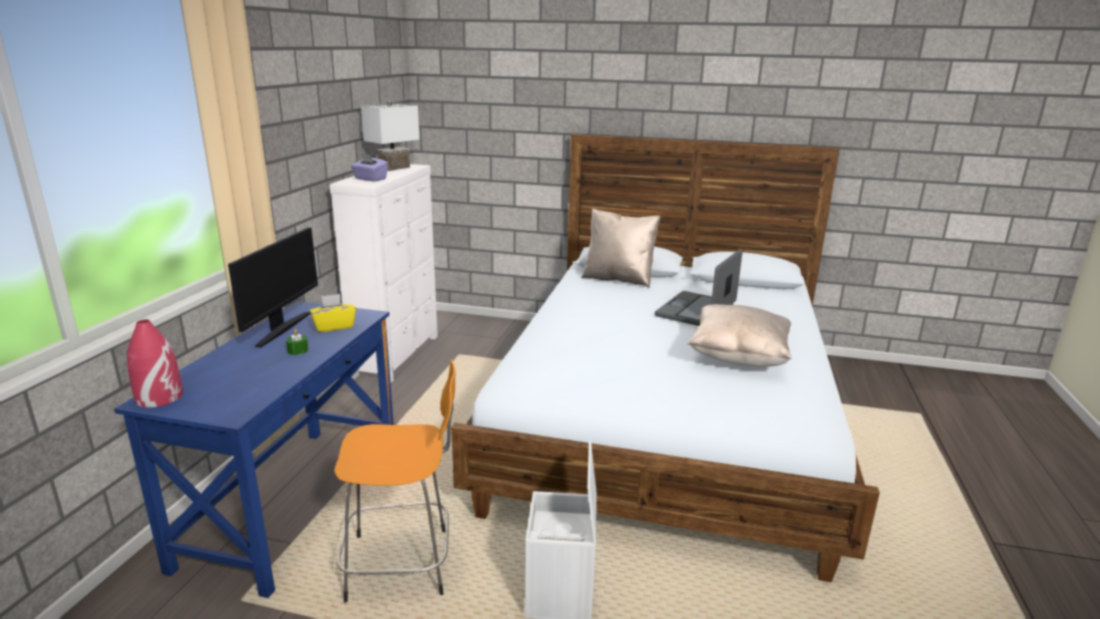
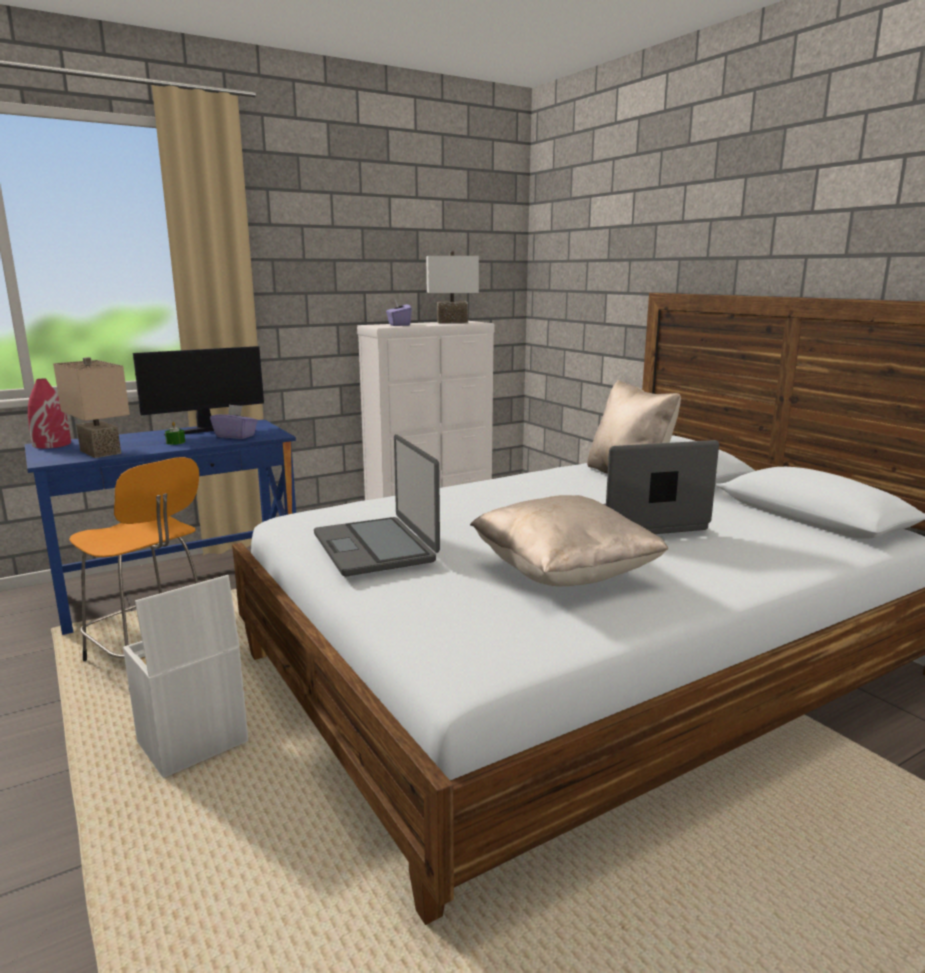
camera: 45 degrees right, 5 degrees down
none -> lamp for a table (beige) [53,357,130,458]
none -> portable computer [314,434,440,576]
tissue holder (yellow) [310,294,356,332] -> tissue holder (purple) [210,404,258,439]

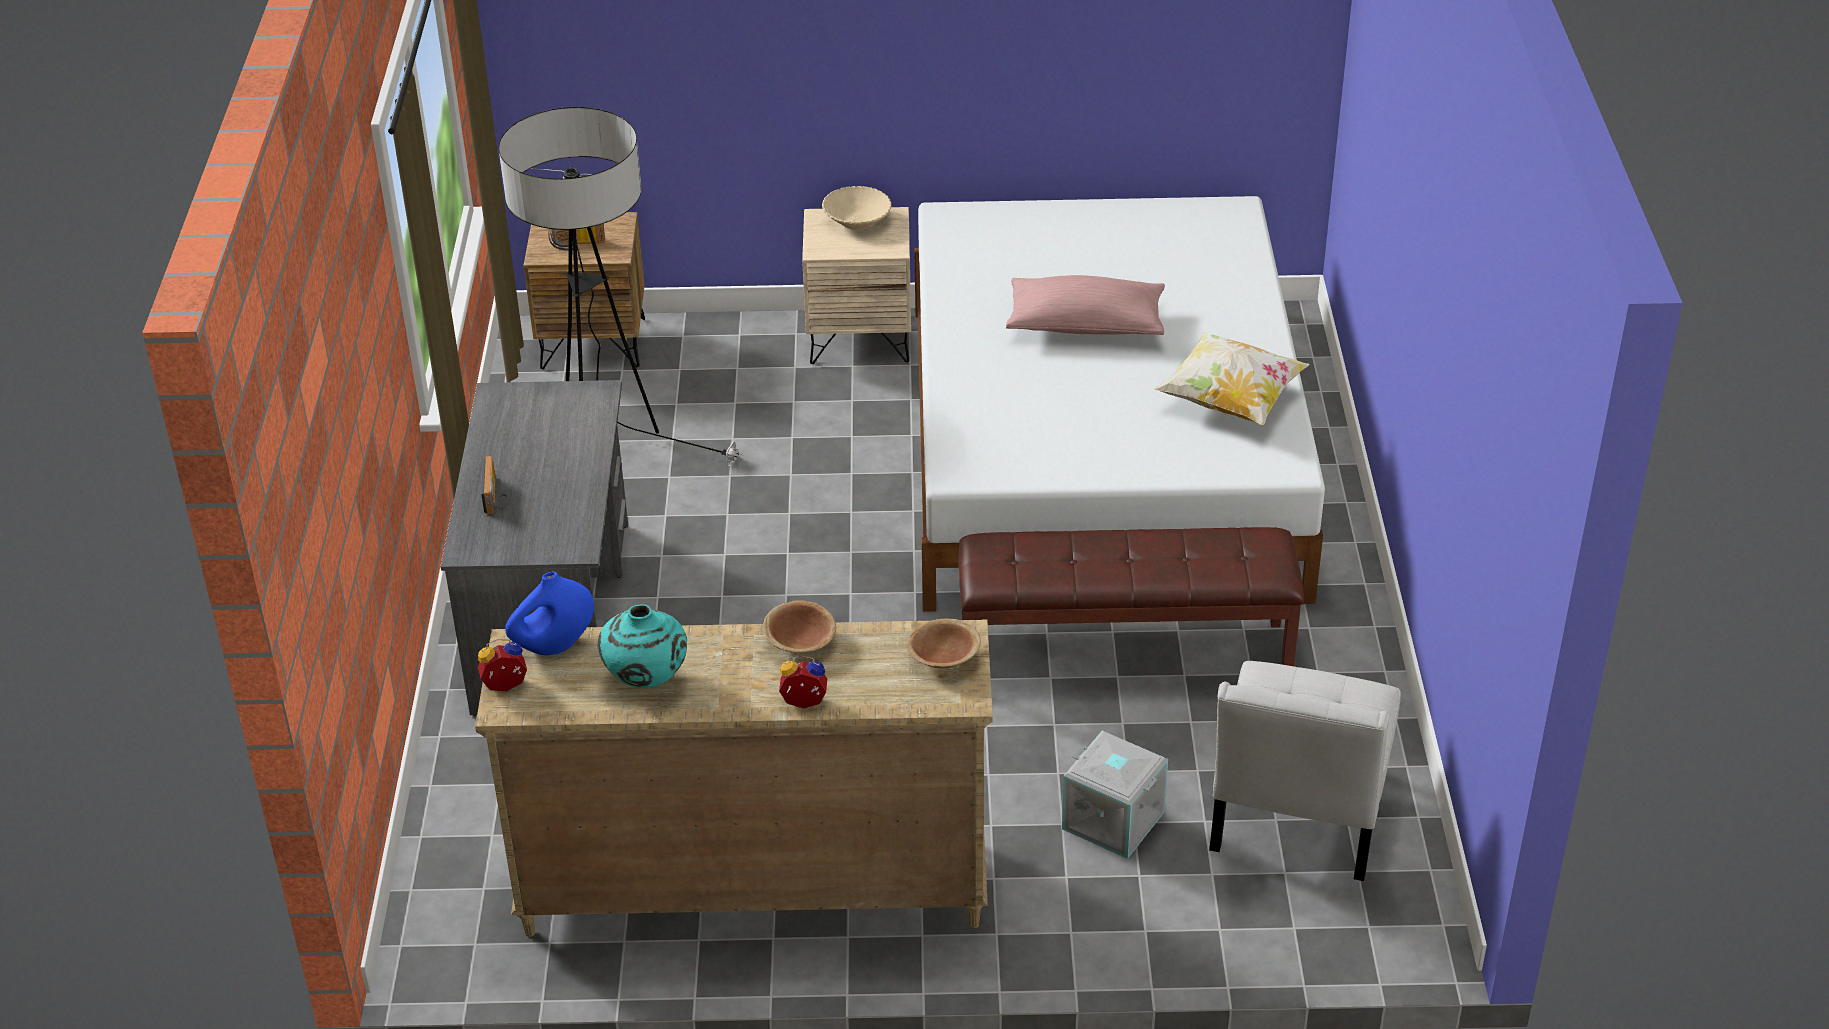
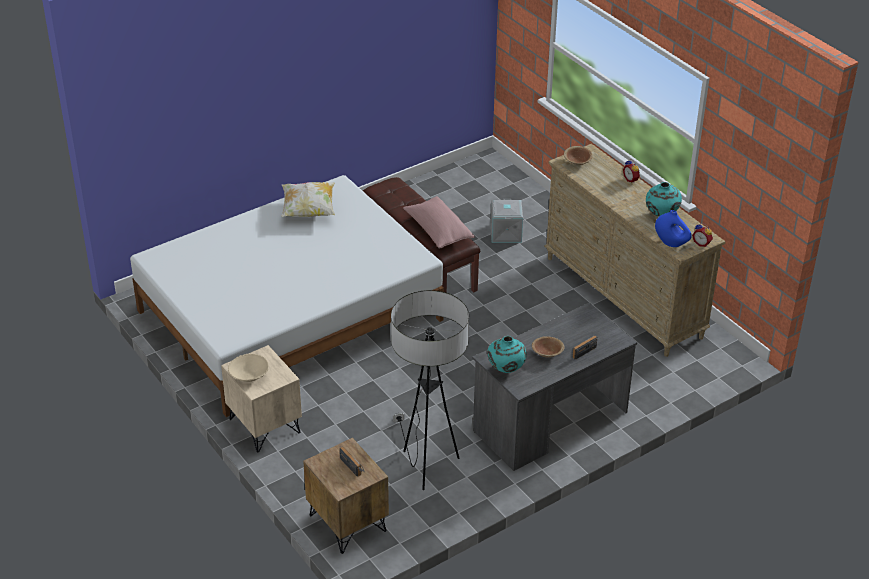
camera: 125 degrees left, 0 degrees up
upright chair (white-coloured) [1209,661,1401,881] -> none
none -> decorative vase (turquoise-coloured) [487,336,527,373]
serving bowl (brown-coloured) [763,600,836,653] -> serving bowl (brown-coloured) [532,336,565,357], move
throw pillow (pink) [1006,275,1165,335] -> throw pillow (pink) [403,196,475,249], move

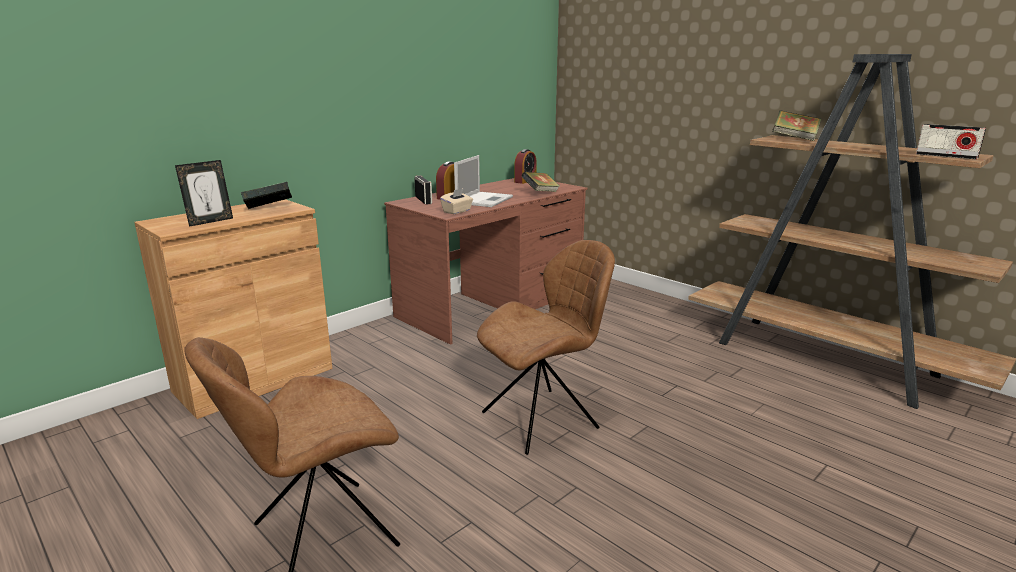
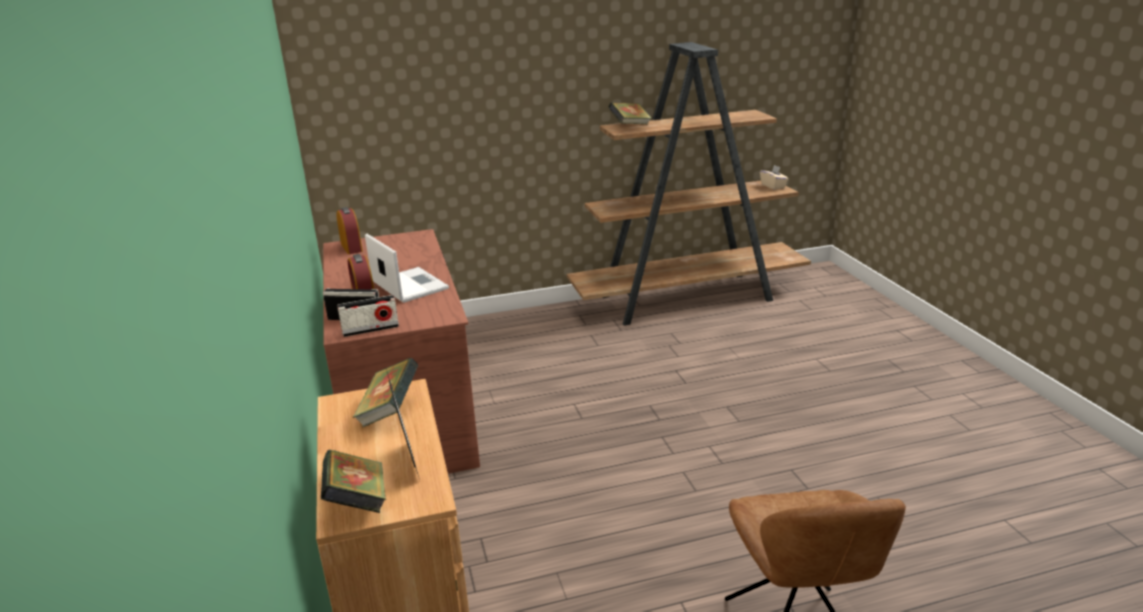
camera: 60 degrees left, 5 degrees up
upright chair (brown-coloured) [477,240,615,455] -> none
tissue holder (beige) [440,188,473,214] -> tissue holder (beige) [760,165,788,190], move
book [521,172,560,192] -> book [321,450,386,513], move
radio [916,124,986,159] -> radio [337,295,399,337], move

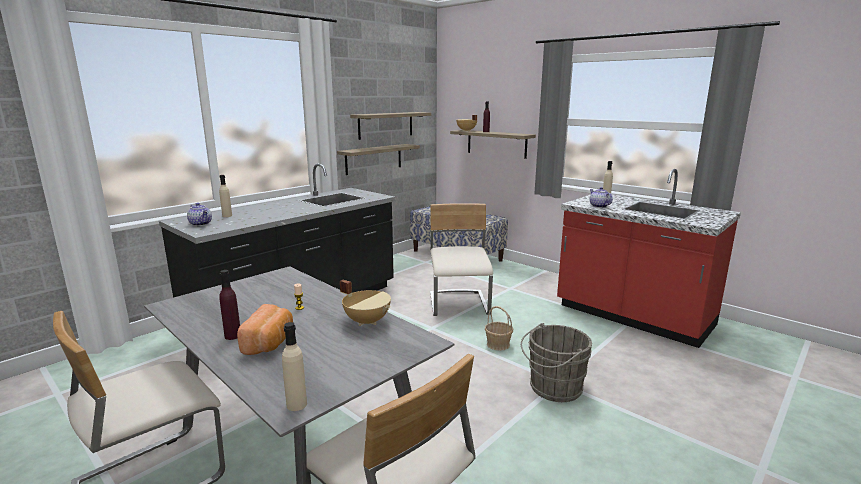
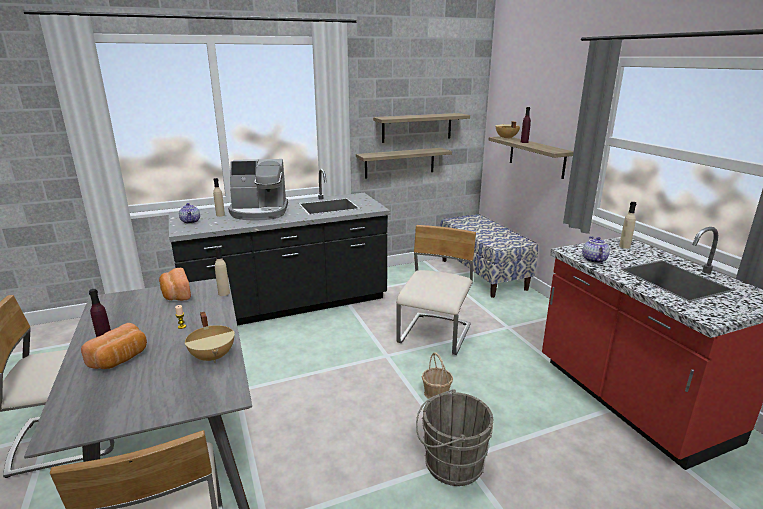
camera: 25 degrees right, 5 degrees up
none -> bakery bread [159,268,191,301]
none -> coffee brewer [228,159,288,221]
beverage bottle (beige) [282,322,307,411] -> beverage bottle (beige) [215,246,230,296], move

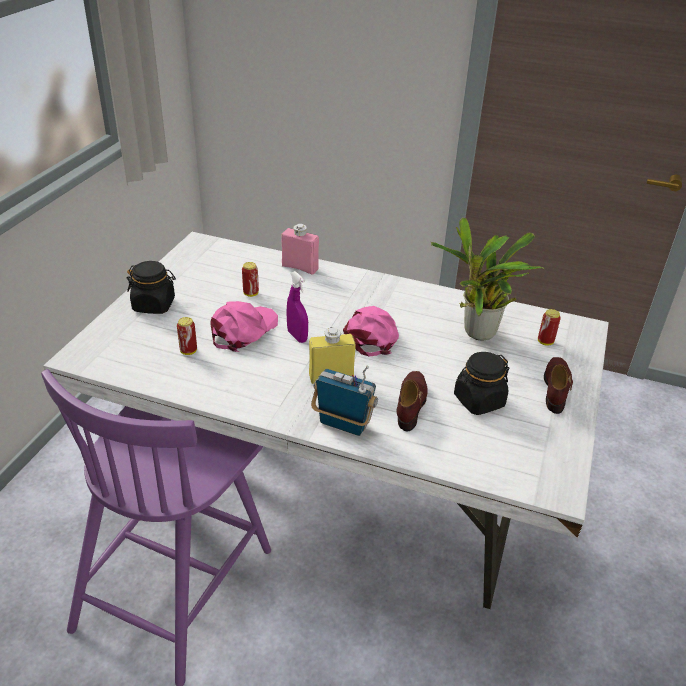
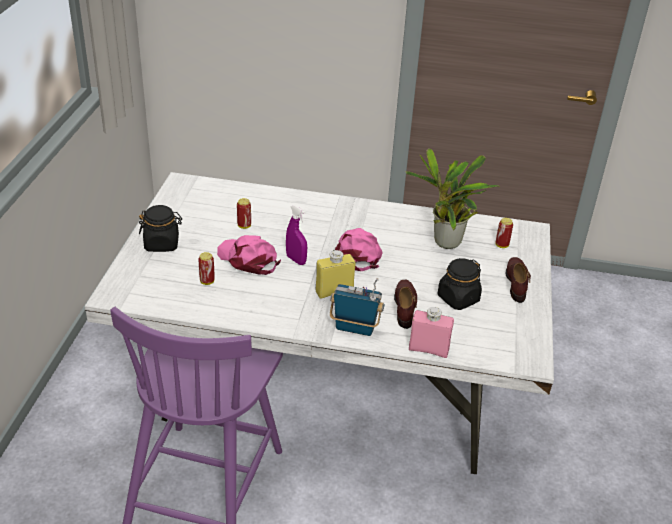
camera: 10 degrees left, 0 degrees up
beverage bottle (pink) [281,224,319,275] -> beverage bottle (pink) [409,307,454,358], move
peaked cap (pink) [210,301,278,352] -> peaked cap (pink) [217,235,281,275], 75 degrees counterclockwise

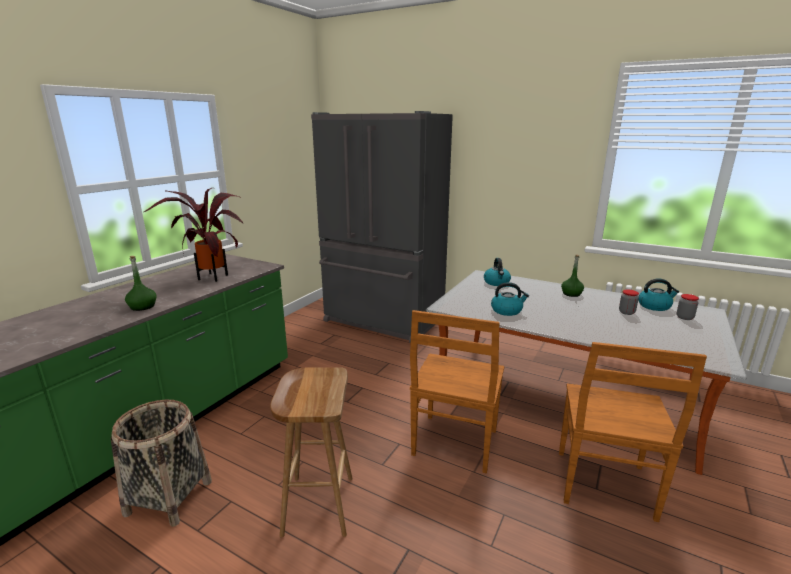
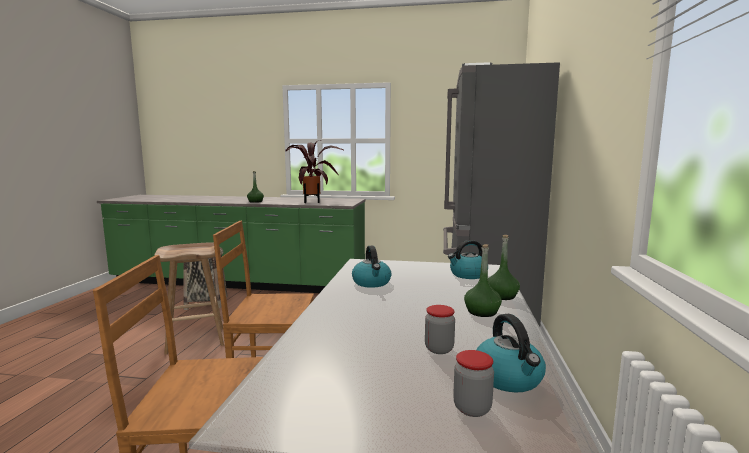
camera: 70 degrees right, 10 degrees down
none -> beverage bottle (green-coloured) [488,235,520,300]

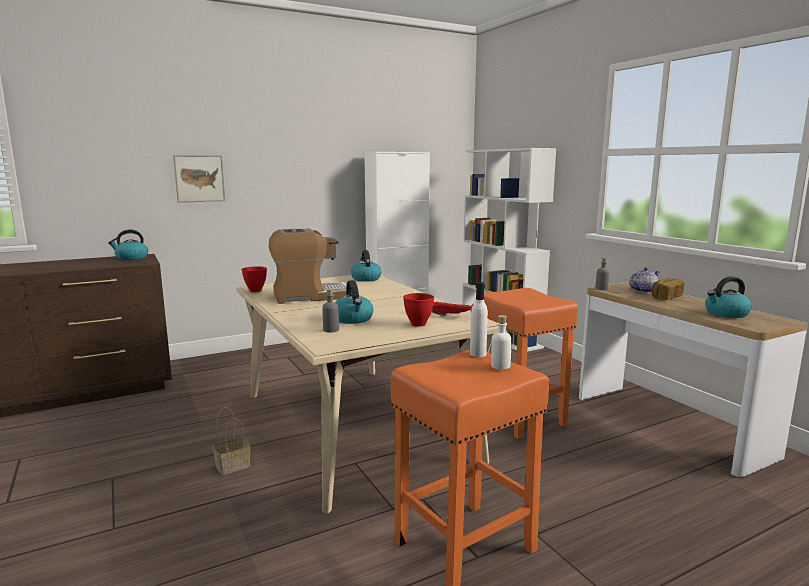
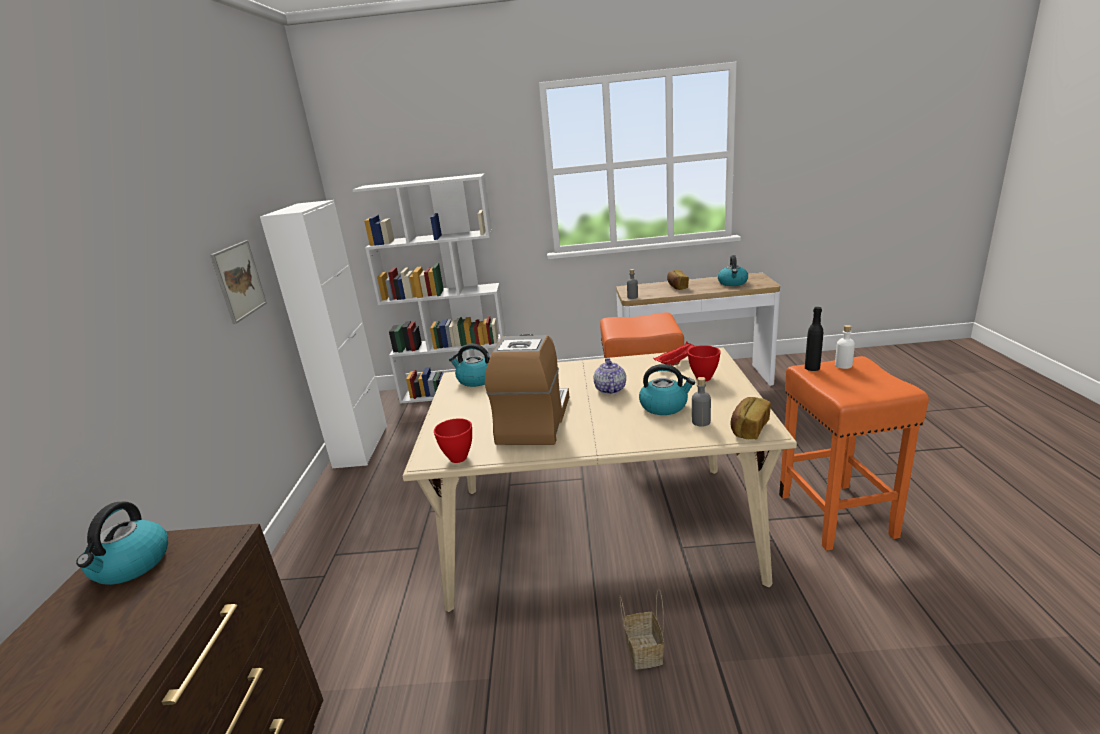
camera: 60 degrees left, 10 degrees up
none -> bakery bread [731,397,771,439]
wall art [173,155,225,203] -> wall art [210,240,267,324], move
teapot [629,267,660,293] -> teapot [594,358,626,394], move
beverage bottle (white-coloured) [470,282,488,357] -> beverage bottle (black-coloured) [805,307,823,371]

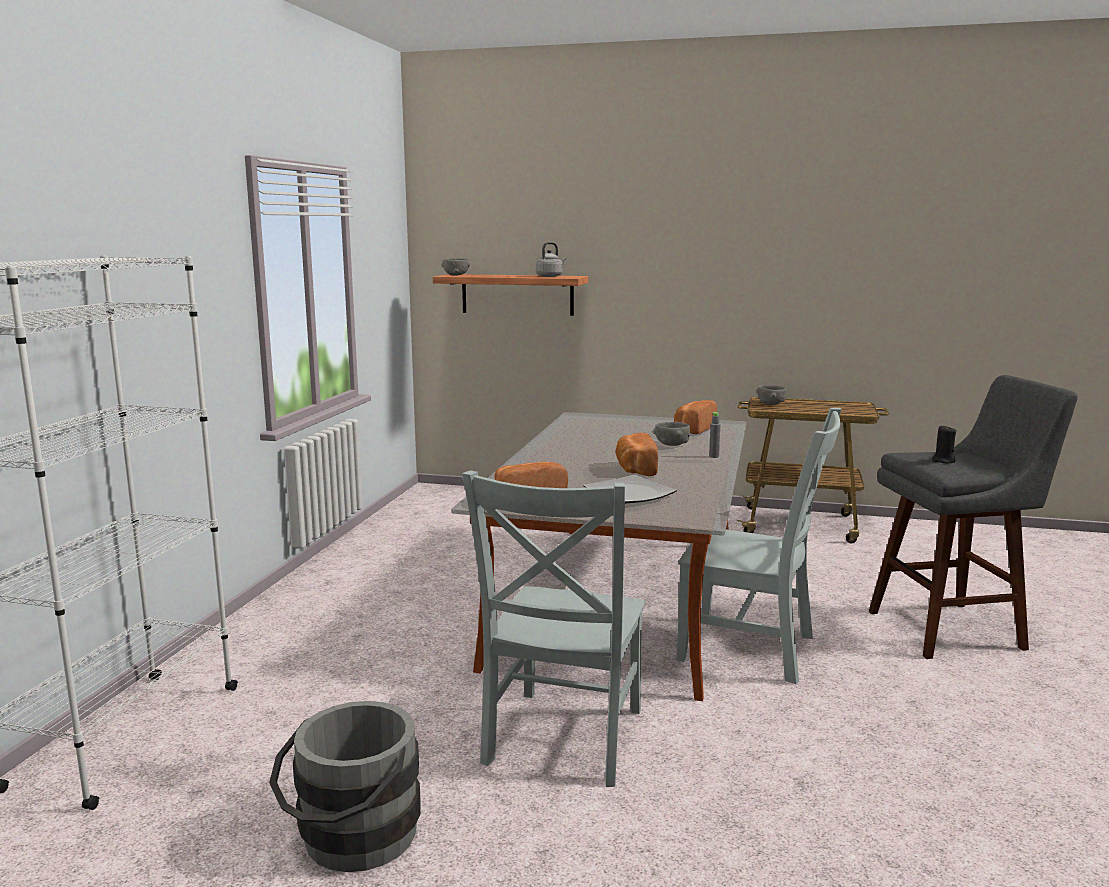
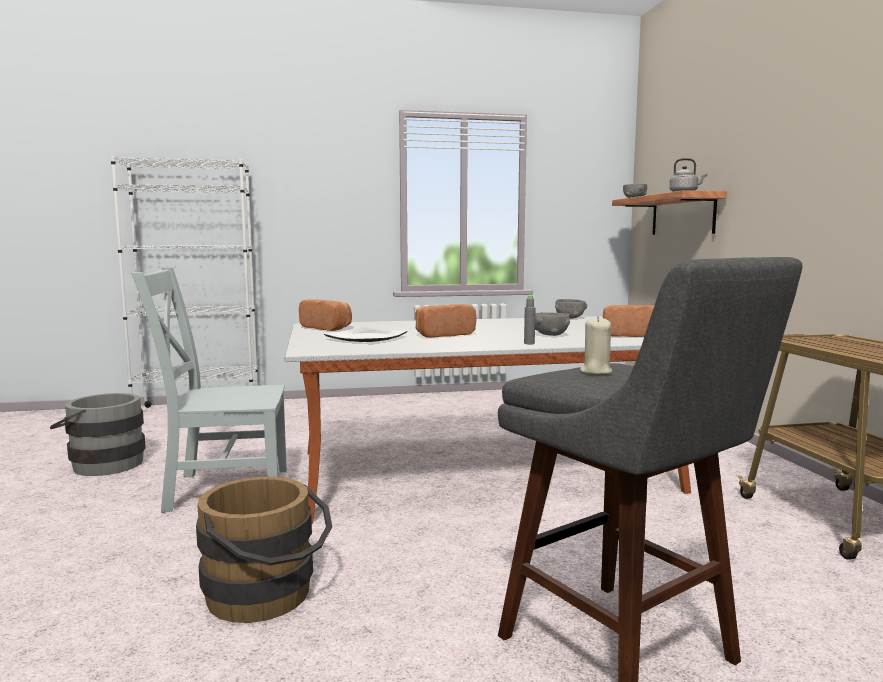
camera: 65 degrees right, 5 degrees down
upright chair (greyish) [676,408,842,684] -> none
none -> bucket (brown-coloured) [196,477,332,623]
serving bowl (greyish) [756,385,787,405] -> serving bowl (greyish) [555,299,587,319], move
candle (black-coloured) [932,425,956,463] -> candle (beige) [580,316,612,374]

